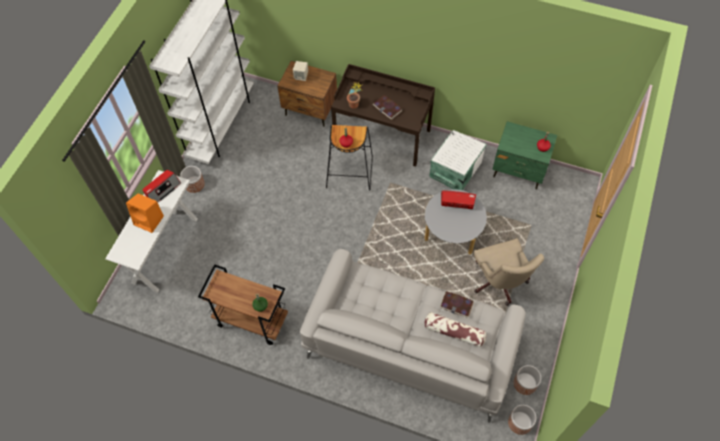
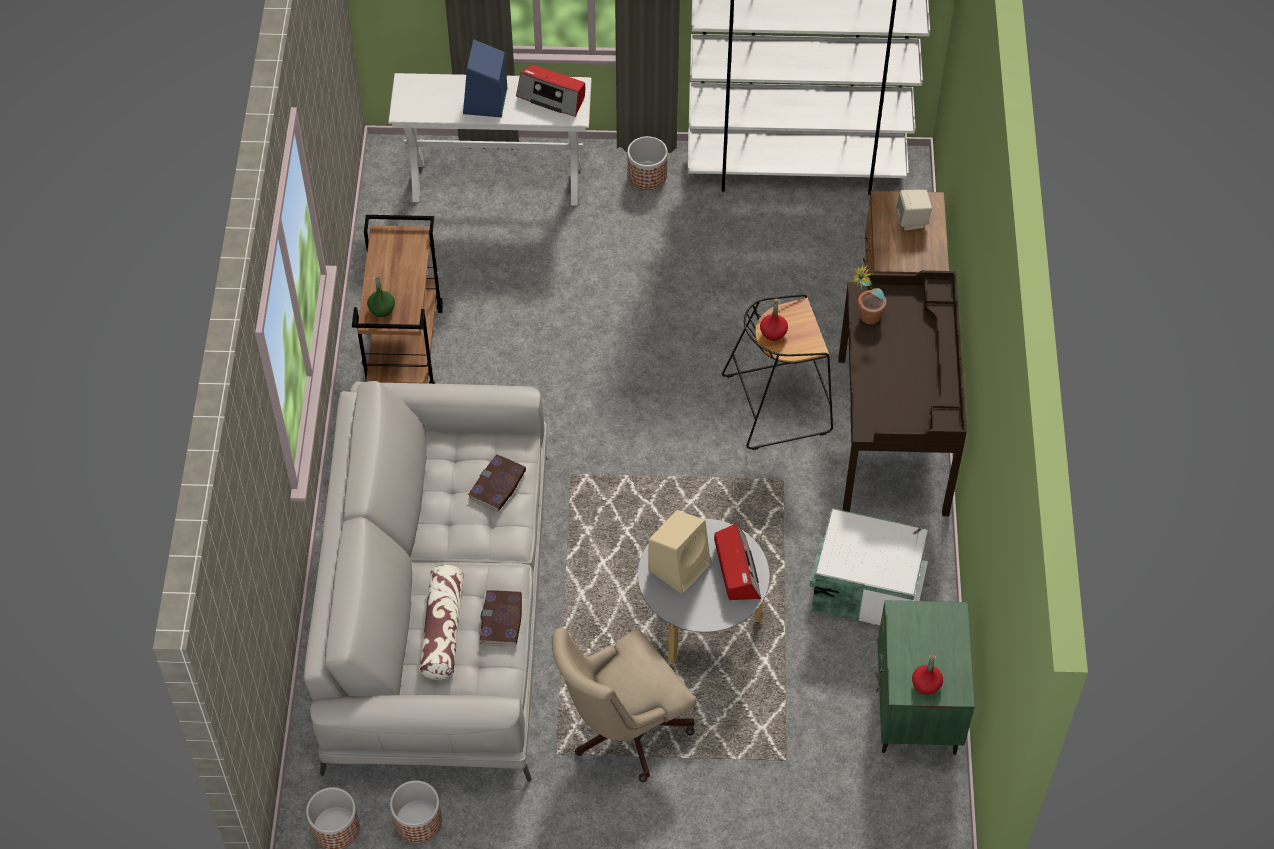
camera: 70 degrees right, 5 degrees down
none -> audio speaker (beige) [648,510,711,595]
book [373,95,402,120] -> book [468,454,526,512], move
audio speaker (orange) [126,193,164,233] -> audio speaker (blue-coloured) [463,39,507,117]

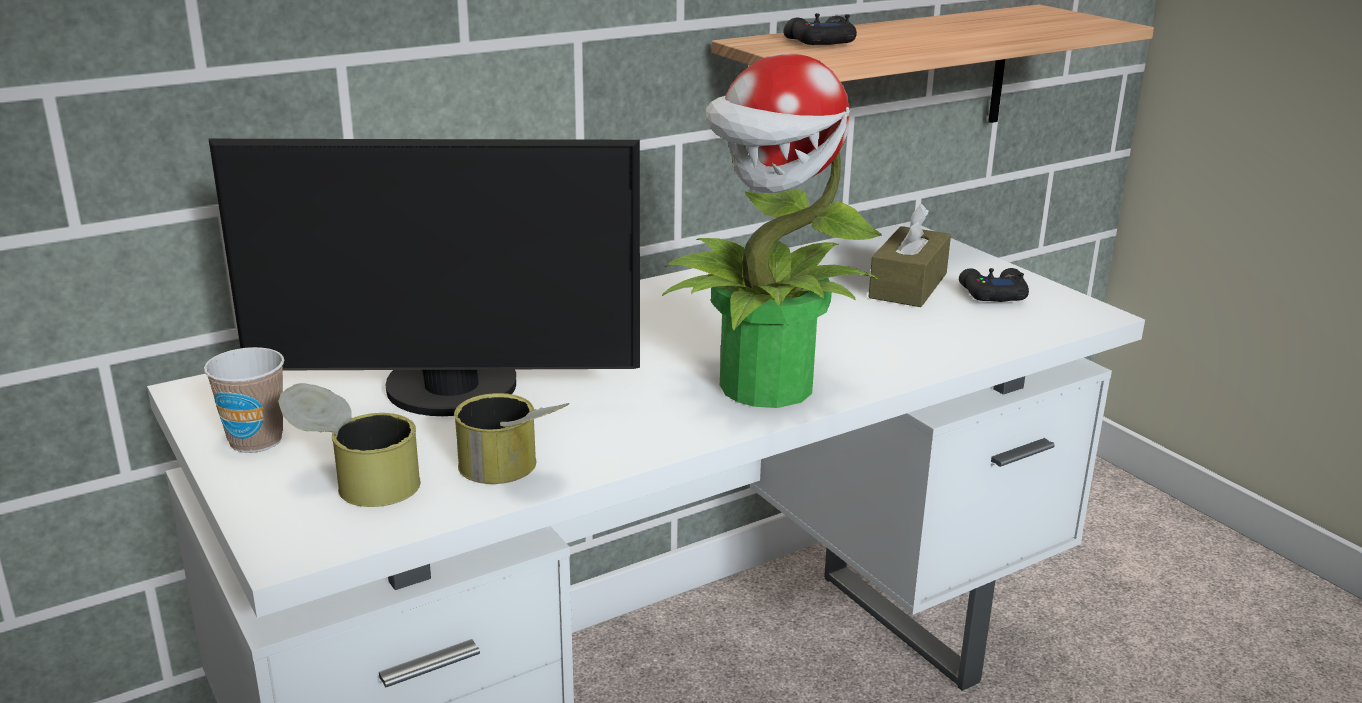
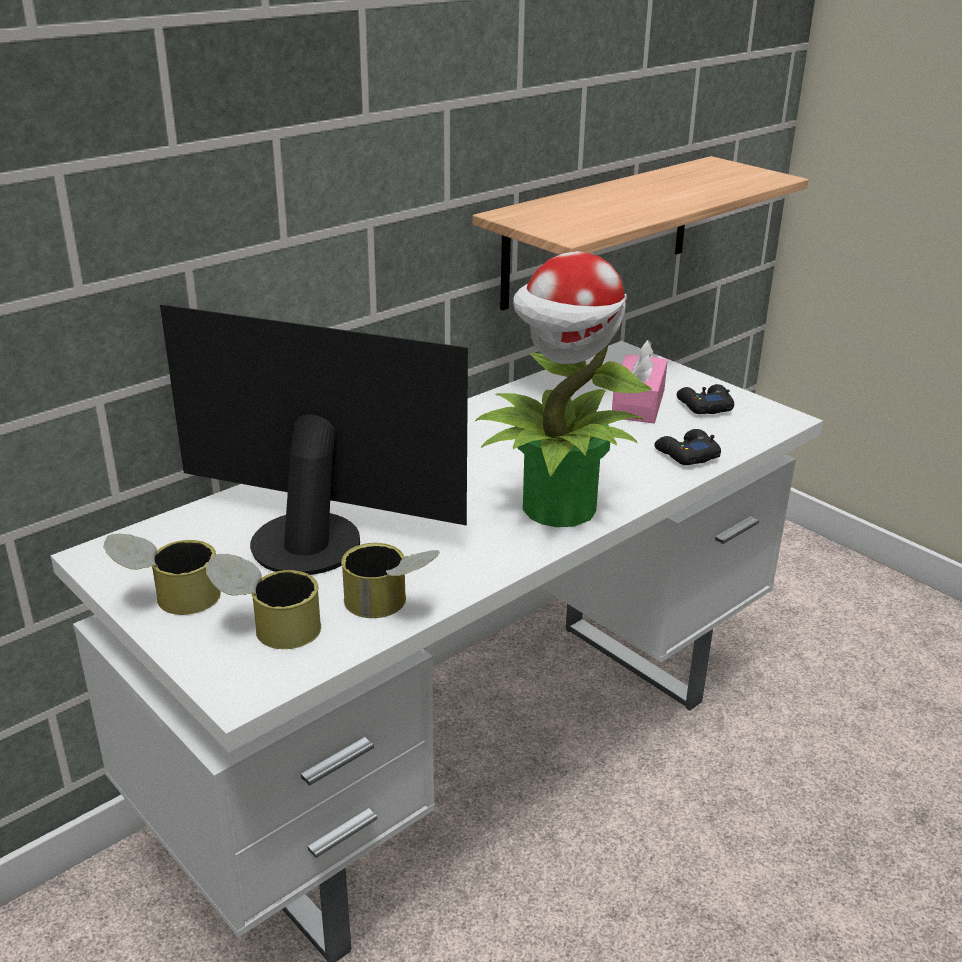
camera: 10 degrees left, 5 degrees up
joypad (black-coloured) [783,13,857,45] -> joypad (black-coloured) [654,429,721,465], move
cup [204,347,284,453] -> can [103,533,221,615]
tissue holder (brown-coloured) [869,204,951,307] -> tissue holder (pink) [612,340,668,423]
computer display [209,139,640,416] -> computer display [160,305,468,575], 150 degrees counterclockwise

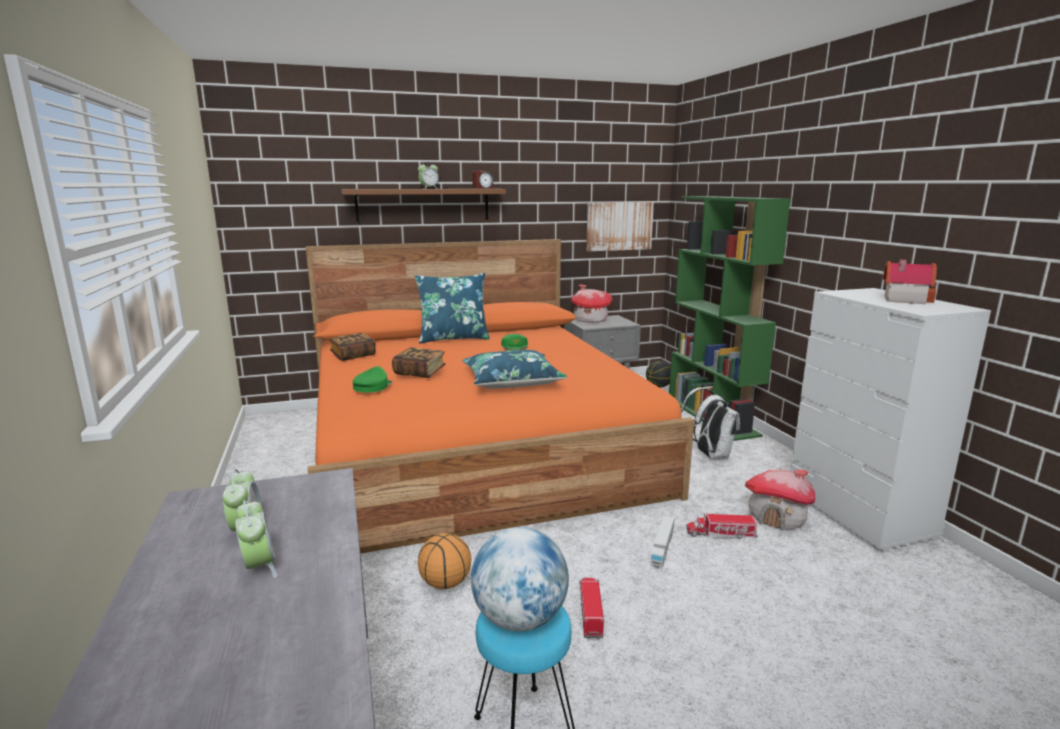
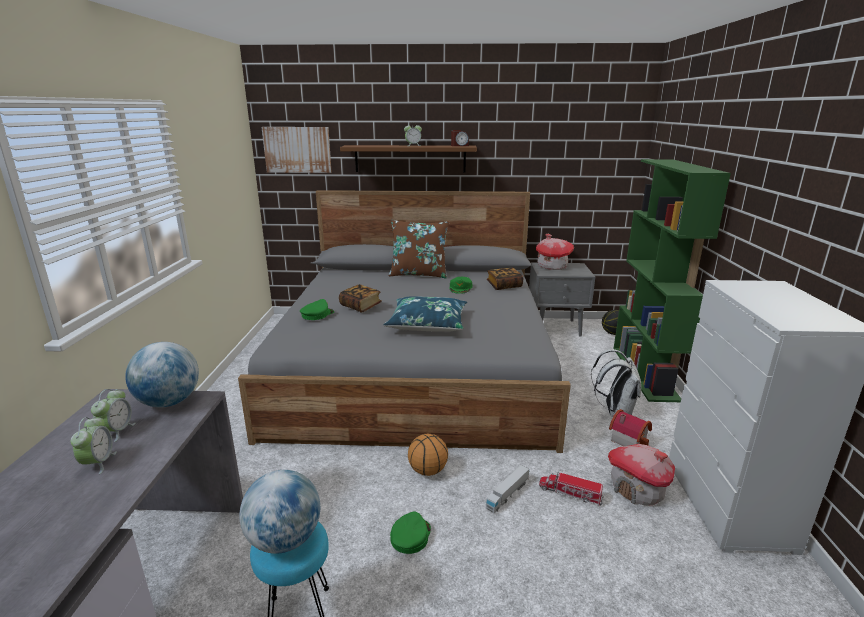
camera: 20 degrees right, 5 degrees up
none -> desk globe [125,342,199,408]
book [329,333,376,361] -> book [487,268,524,290], move
basketball [418,533,471,589] -> basketball [408,434,448,476], move
wall art [586,202,654,251] -> wall art [262,127,332,173], move
toy house [883,259,937,304] -> toy house [609,409,652,446], move
toy truck [579,578,604,639] -> peaked cap (green-coloured) [390,511,431,554]
bed (orange) [306,239,694,554] -> bed (greyish) [238,190,571,453]
throw pillow (blue-coloured) [415,273,490,344] -> throw pillow (brown-coloured) [389,220,450,279]

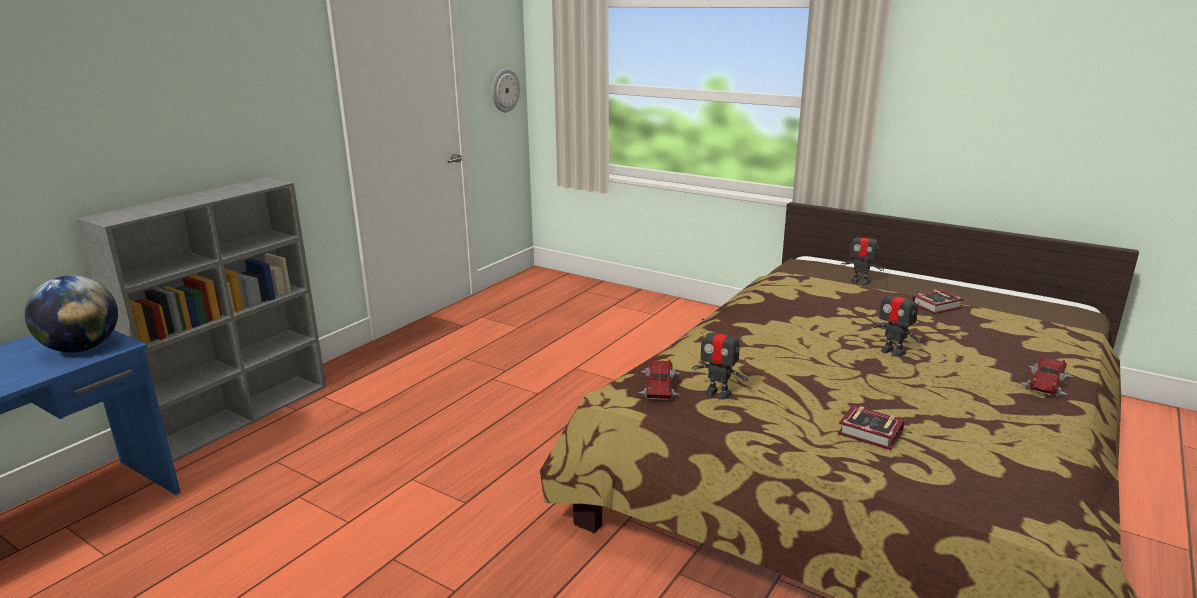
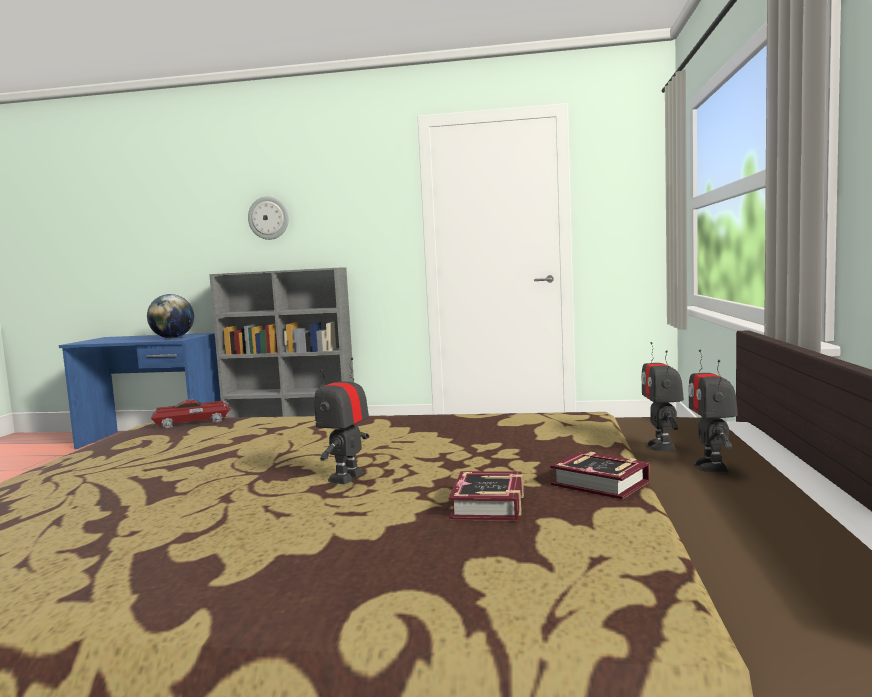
camera: 65 degrees right, 15 degrees down
model car [1021,355,1073,397] -> none
clock on the wall [492,68,520,112] -> clock on the wall [248,196,289,240], move
robot figure [692,318,748,400] -> robot figure [688,350,738,472], move
book [838,405,905,450] -> book [449,471,524,521], move

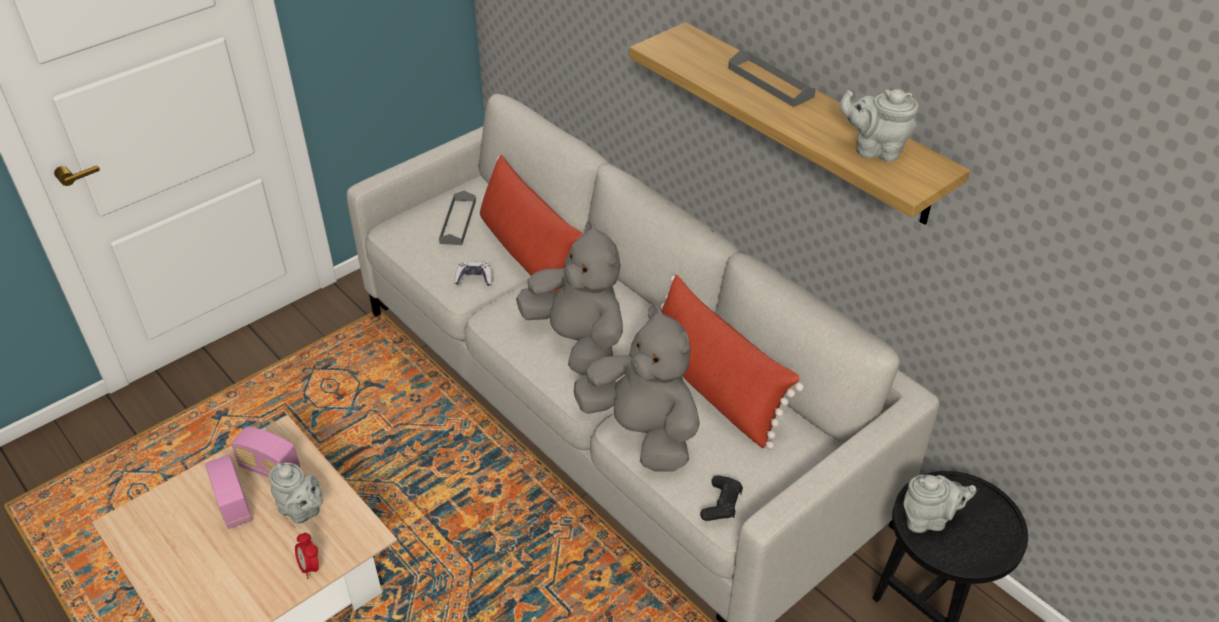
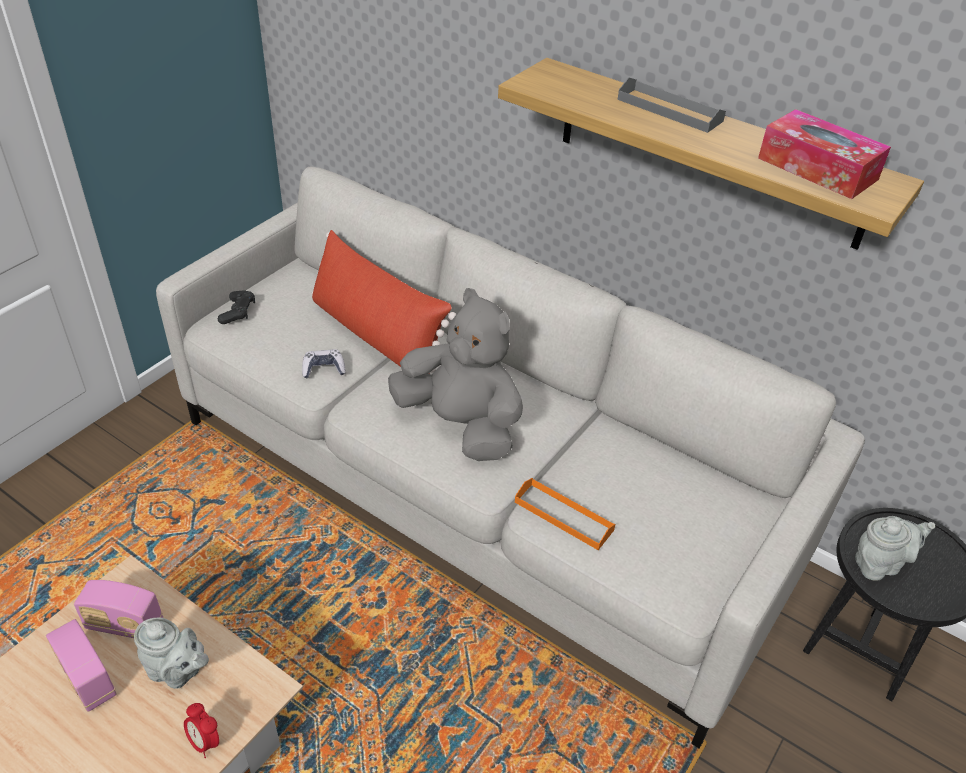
camera: 15 degrees left, 0 degrees up
carrying tray (greyish) [439,191,476,245] -> none
throw pillow (red) [661,275,804,449] -> none
joypad (black-coloured) [700,475,743,521] -> joypad (black-coloured) [218,291,255,324], move
plush toy (greyish) [574,305,700,472] -> carrying tray (orange) [515,478,615,550]
teapot (greyish) [840,89,918,162] -> tissue holder [758,109,891,199]

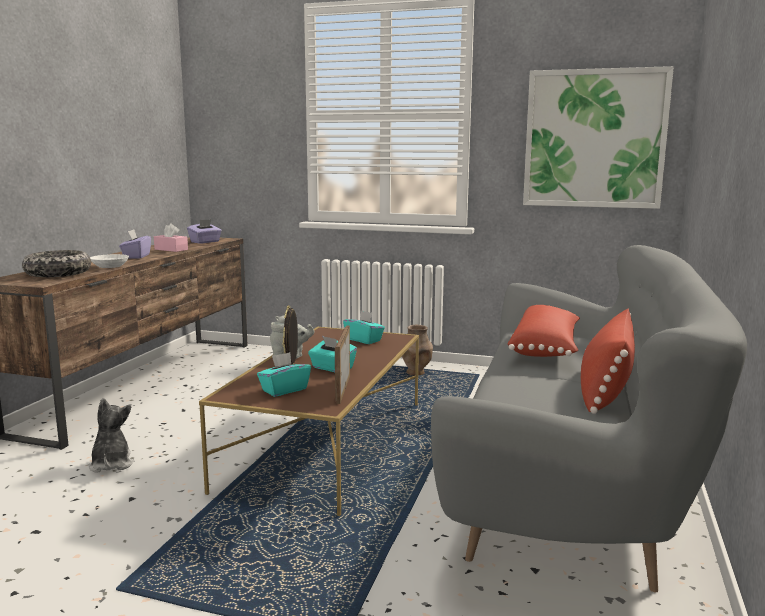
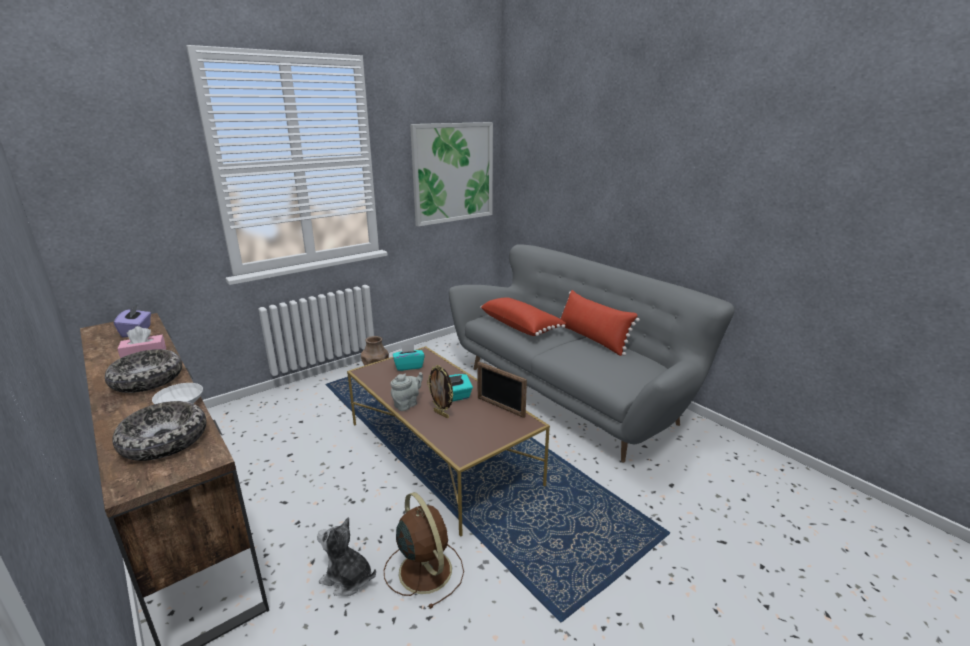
camera: 55 degrees left, 10 degrees up
tissue holder (turquoise-coloured) [257,352,311,397] -> none
none -> electric fan (brown-coloured) [384,492,464,609]
tissue holder (purple) [119,230,151,258] -> serving bowl [105,349,182,393]

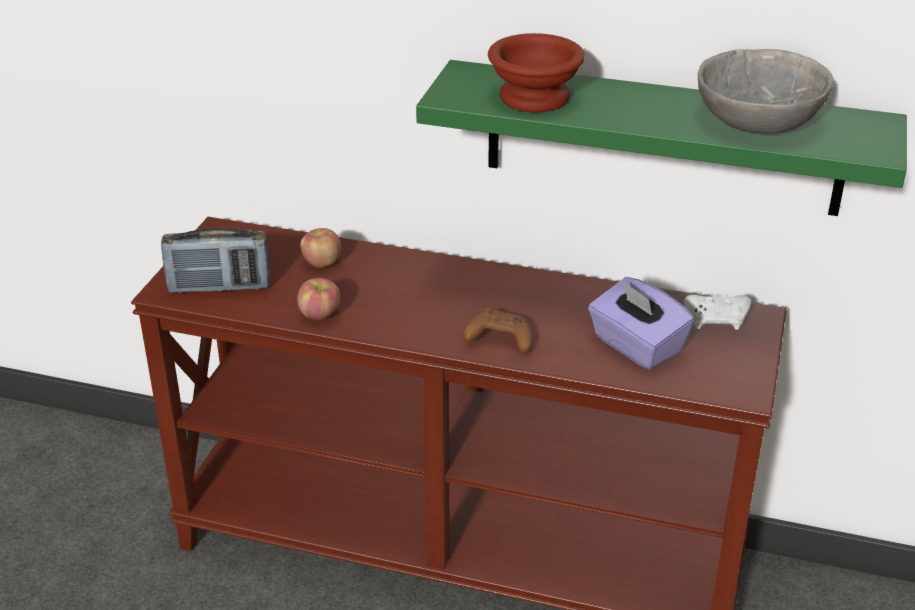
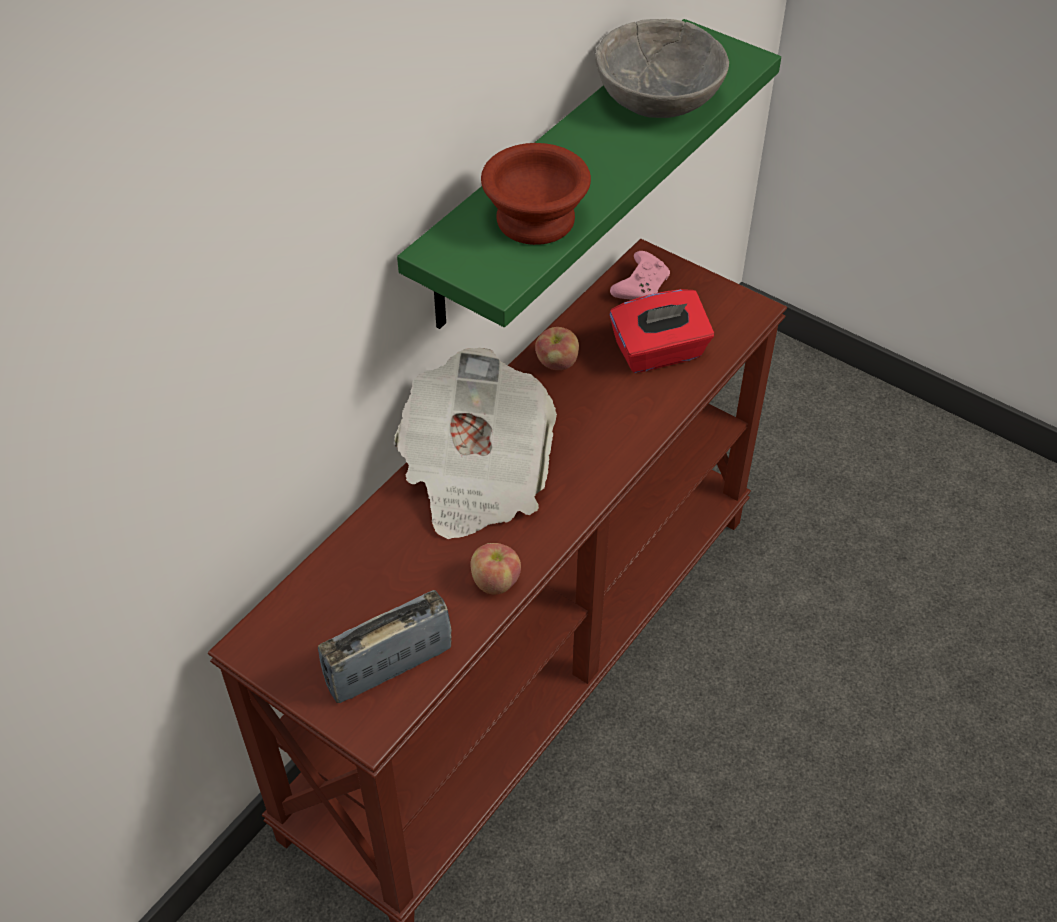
camera: 70 degrees left, 15 degrees up
joypad (brown-coloured) [464,308,532,353] -> none
none -> daily paper [394,348,557,539]
apple [300,228,341,267] -> apple [535,327,579,370], move
tissue holder (purple) [588,277,694,370] -> tissue holder (red) [609,289,714,373]
joypad (white-coloured) [684,294,751,330] -> joypad (pink) [610,251,670,300]
radio [161,228,270,293] -> radio [318,590,452,703], 135 degrees counterclockwise

